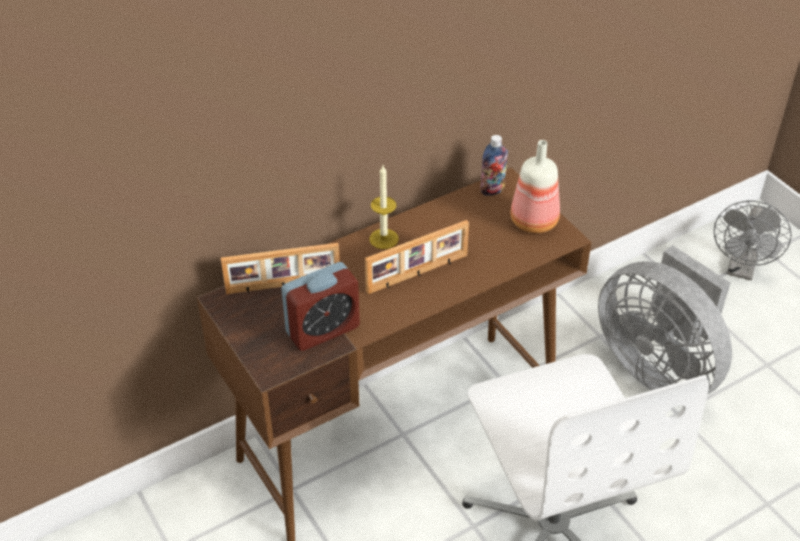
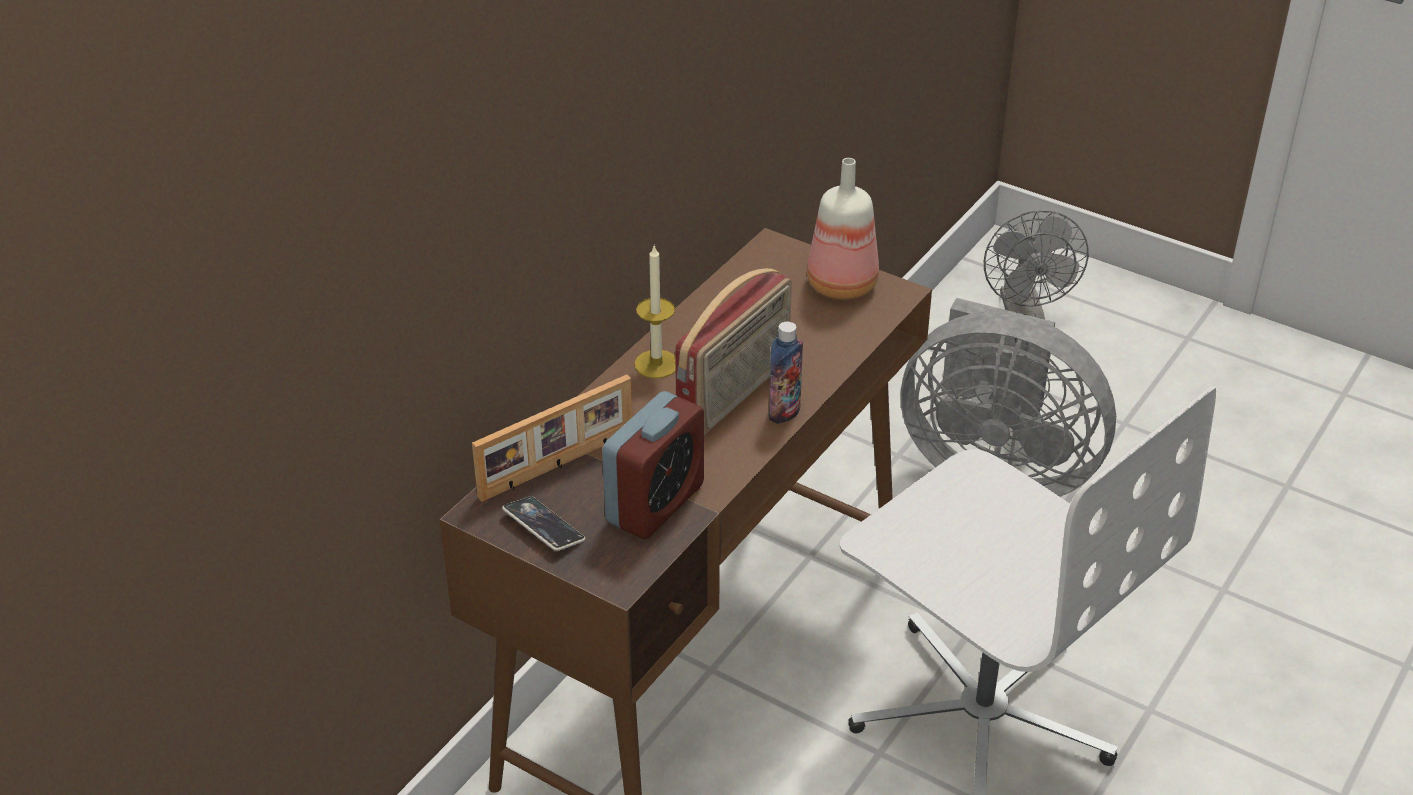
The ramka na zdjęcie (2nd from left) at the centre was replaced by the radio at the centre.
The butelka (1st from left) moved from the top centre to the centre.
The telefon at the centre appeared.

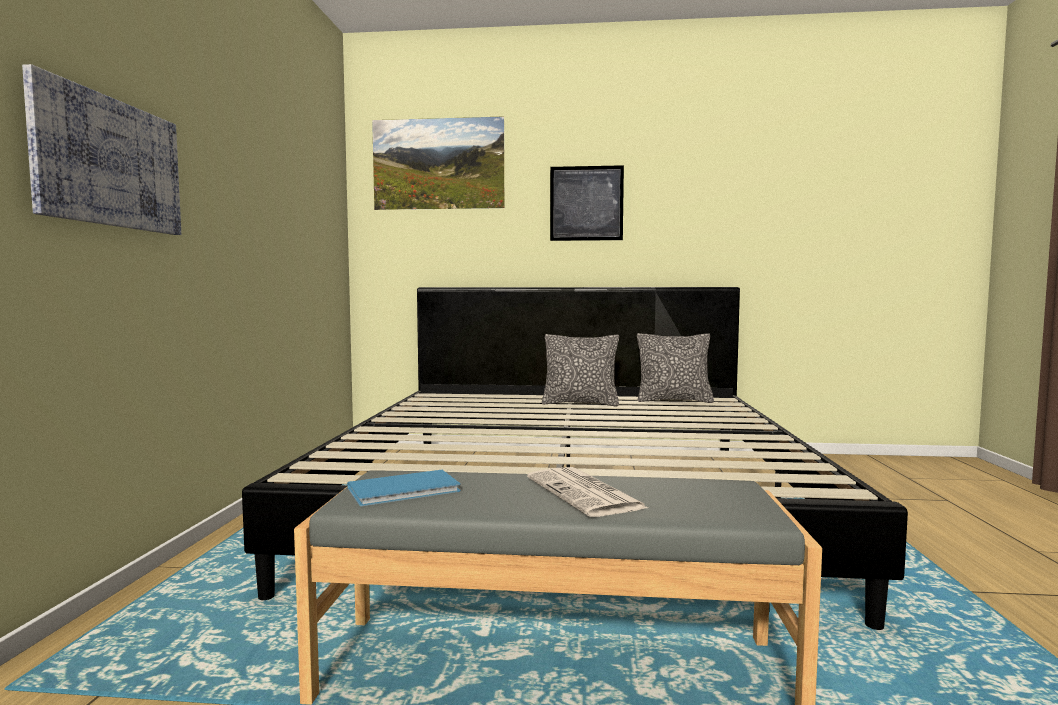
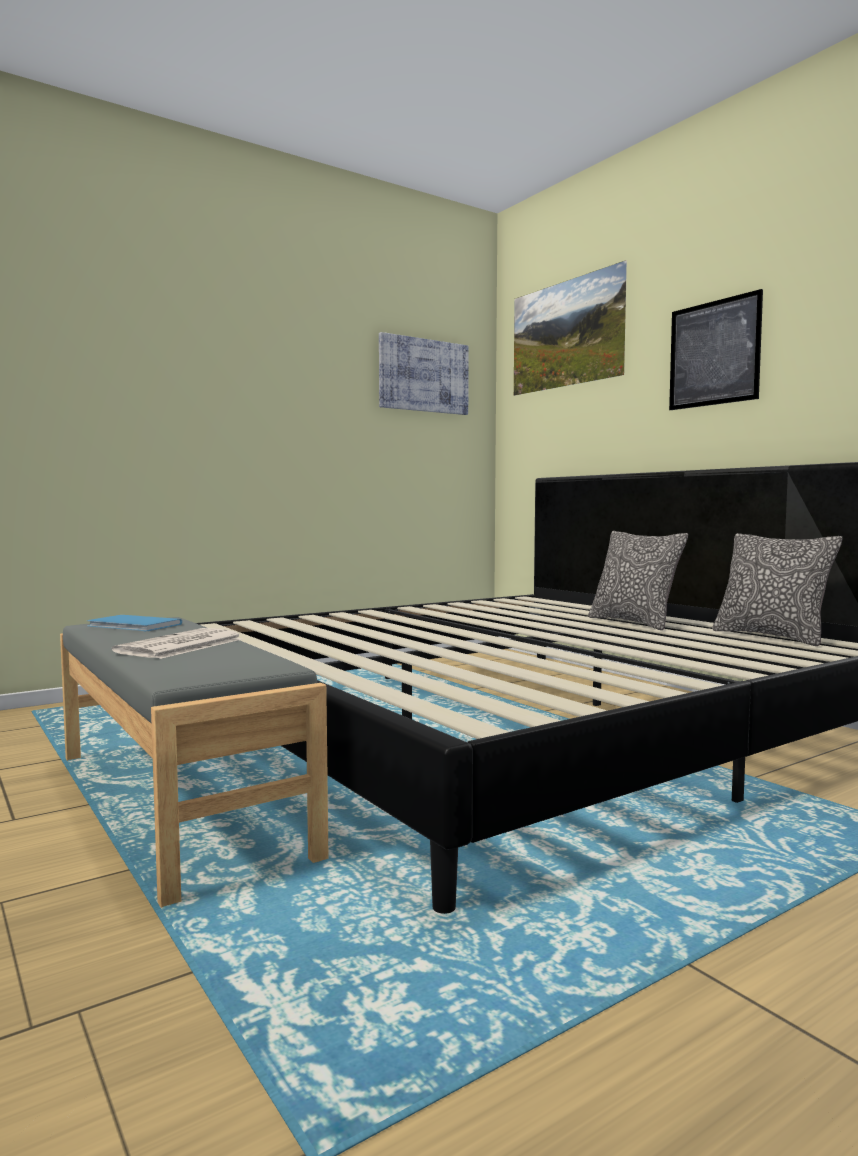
The obraz (1st from left) moved from the top left to the top centre.

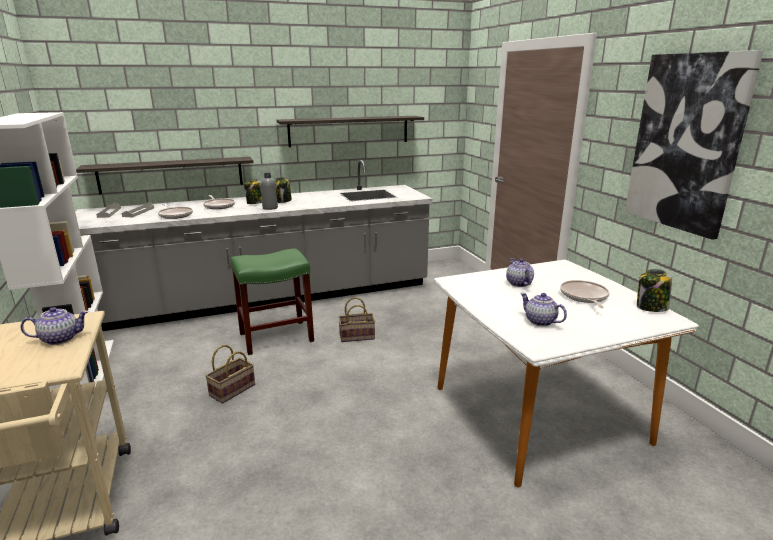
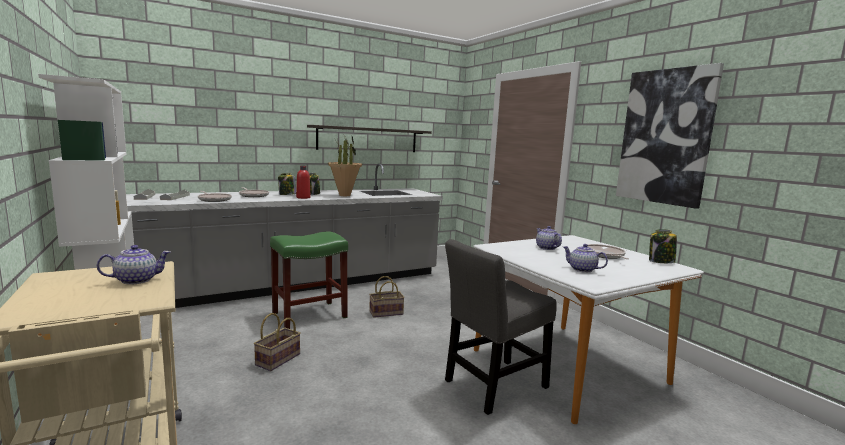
The półka (1st from left) at the top left disappeared.
The butelka (szary) at the centre became the butelka (czerwony) at the centre.
The roślina doniczkowa at the centre appeared.
The krzesło (szary) at the bottom centre appeared.

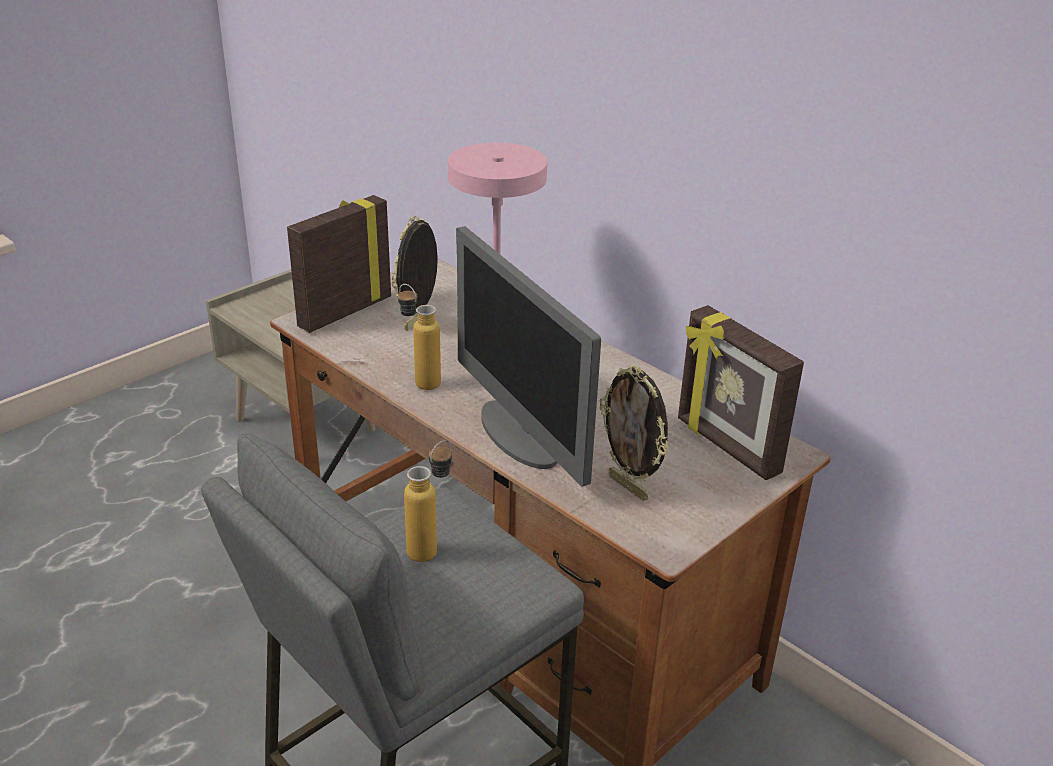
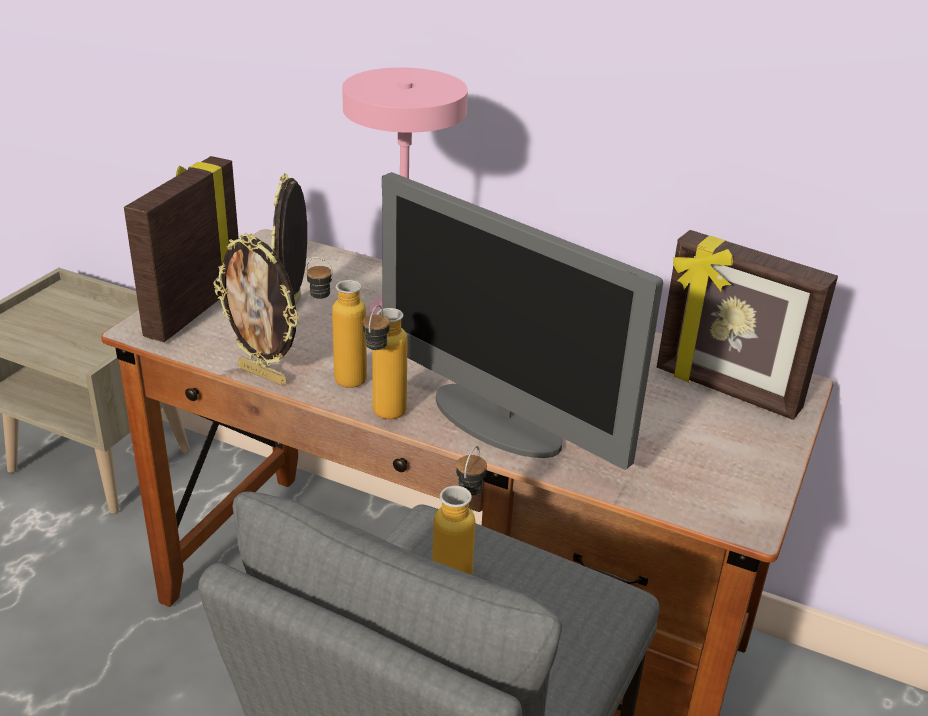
The ramka na zdjęcie (3rd from left in the first image) moved from the centre to the middle left.
The butelka (2nd from left) at the centre appeared.

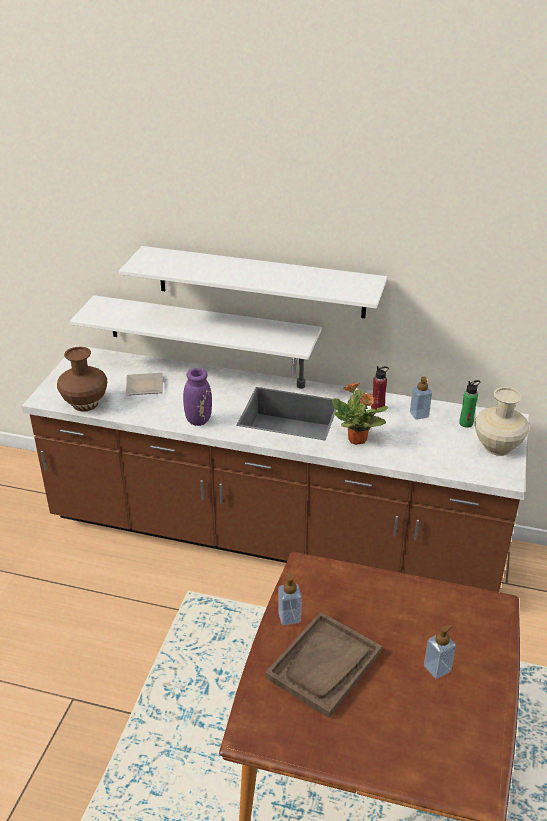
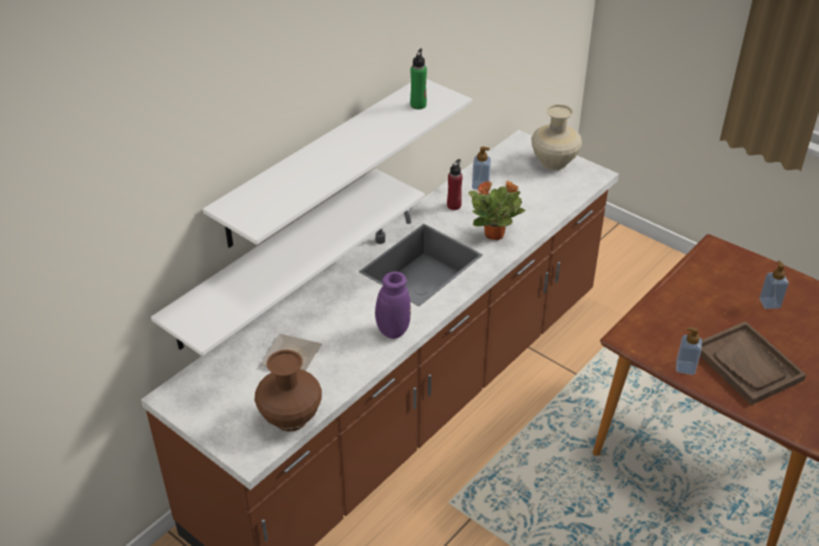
The butelka (zielony) moved from the middle right to the top centre.

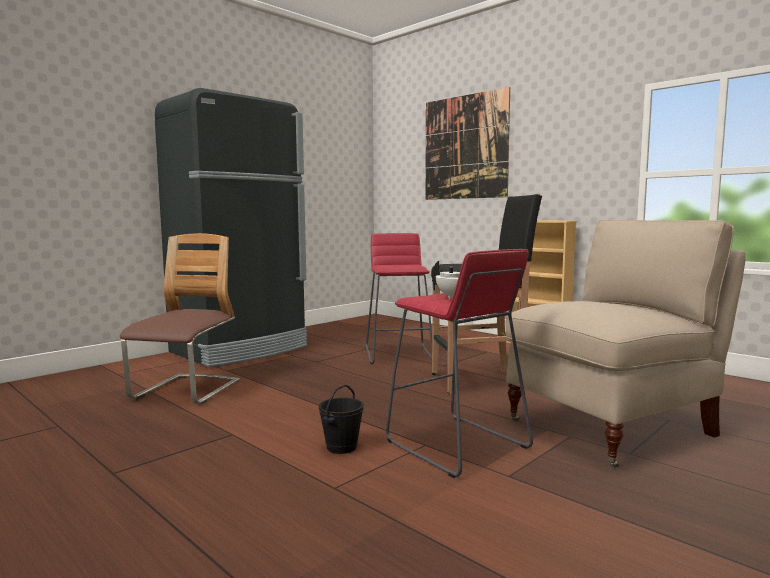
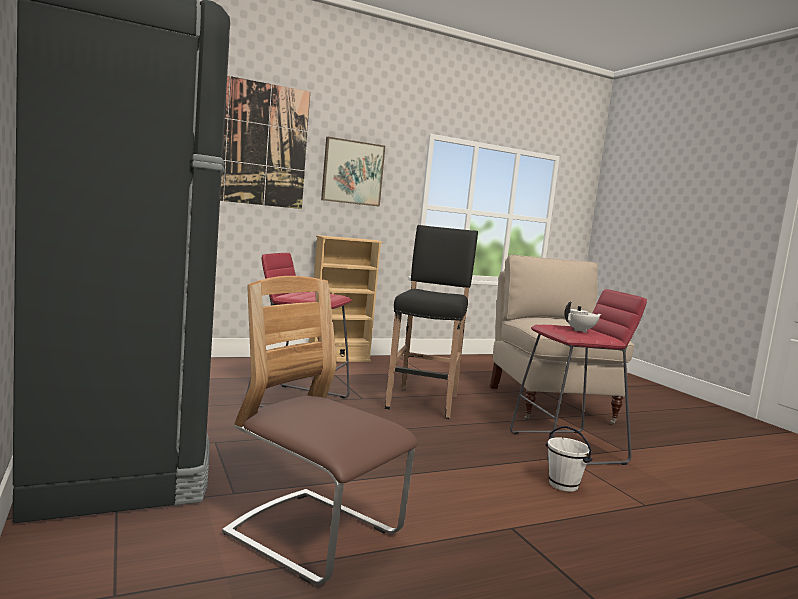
The wiadro (czarny) at the bottom centre became the wiadro (biały) at the bottom right.
The obraz (2nd from left) at the top centre appeared.

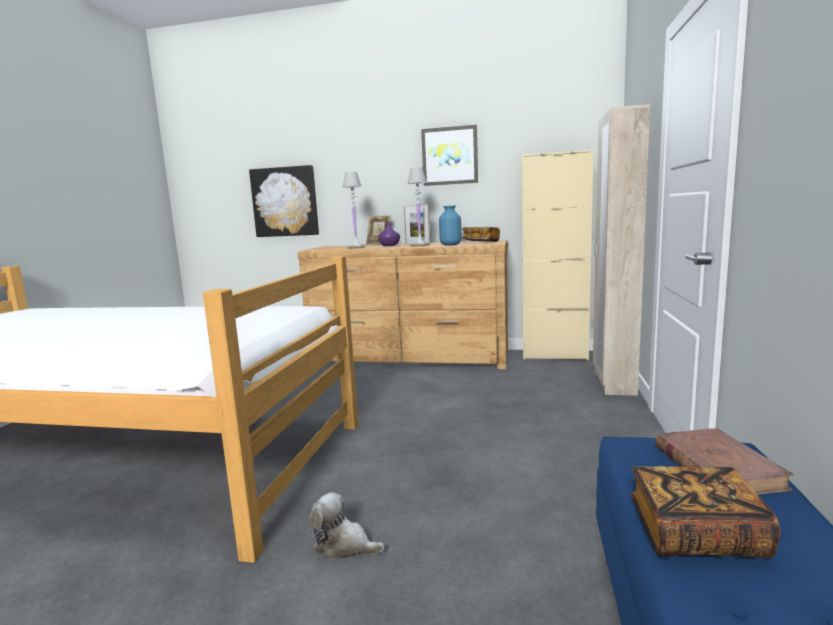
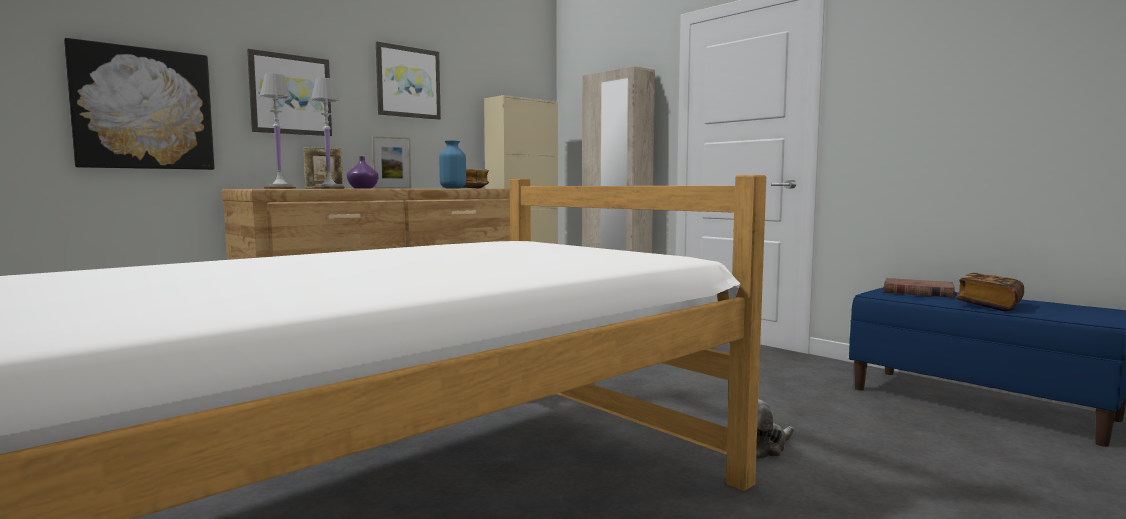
The lampa stołowa (biały) (2nd from left in the first image) moved from the top centre to the top left.
The obraz (2nd from left) at the top left appeared.

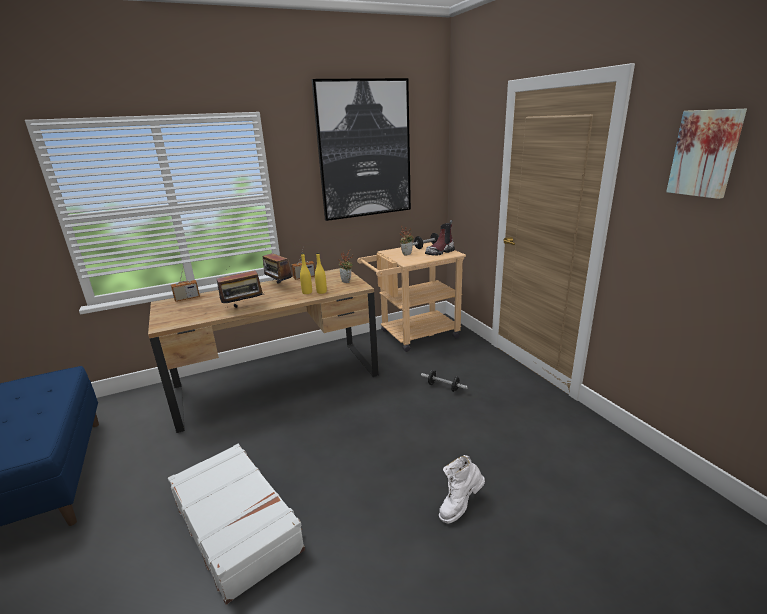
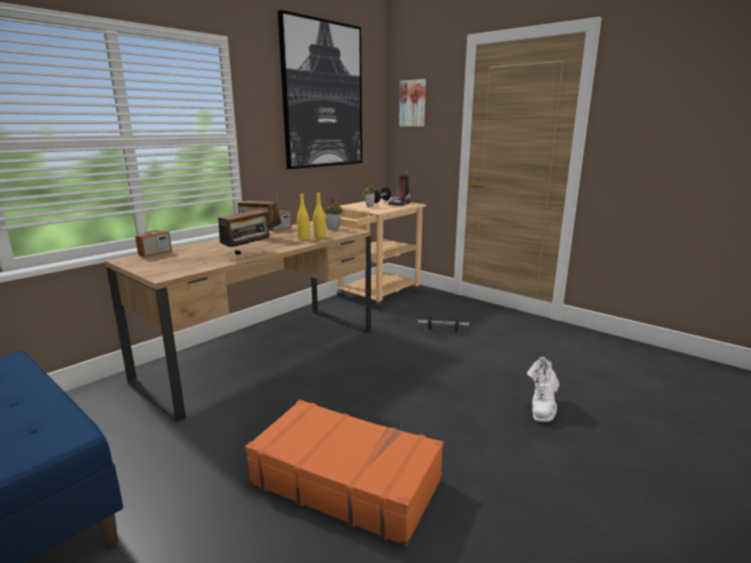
The walizka (biały) at the bottom left became the walizka (pomarańczowy) at the bottom centre.
The obraz (2nd from left) moved from the top right to the top centre.

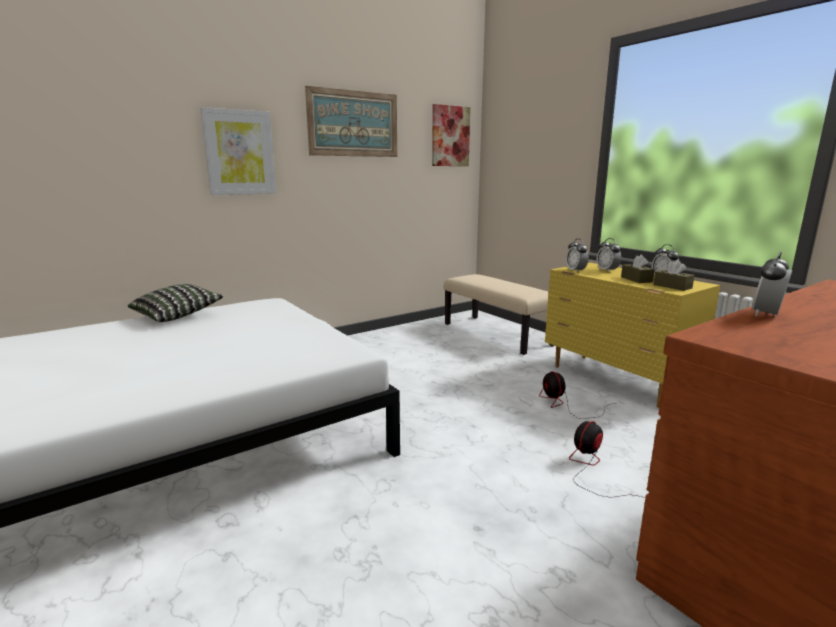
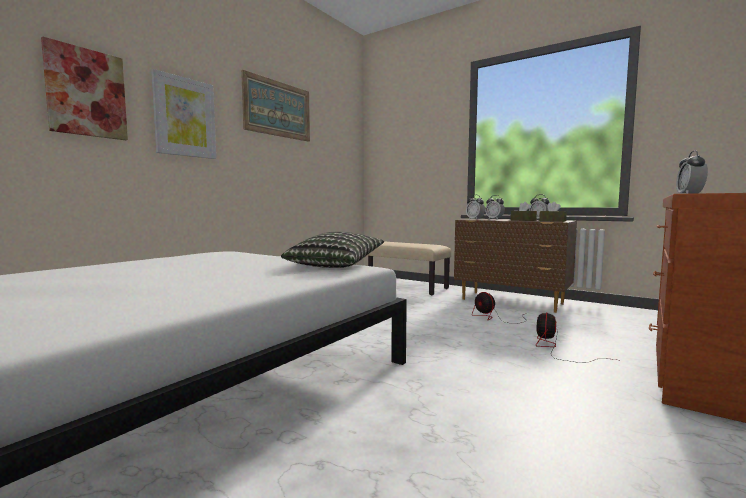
The poduszka moved from the middle left to the centre.
The obraz (3rd from left in the first image) moved from the top centre to the top left.
The komoda (żółty) at the middle right became the komoda (brązowy) at the middle right.

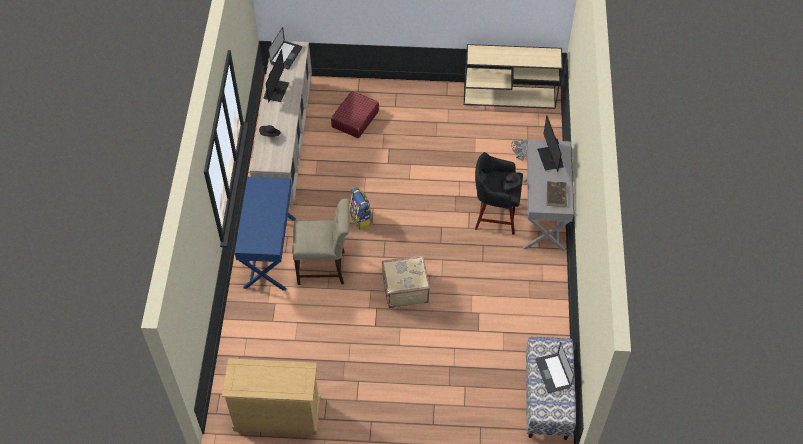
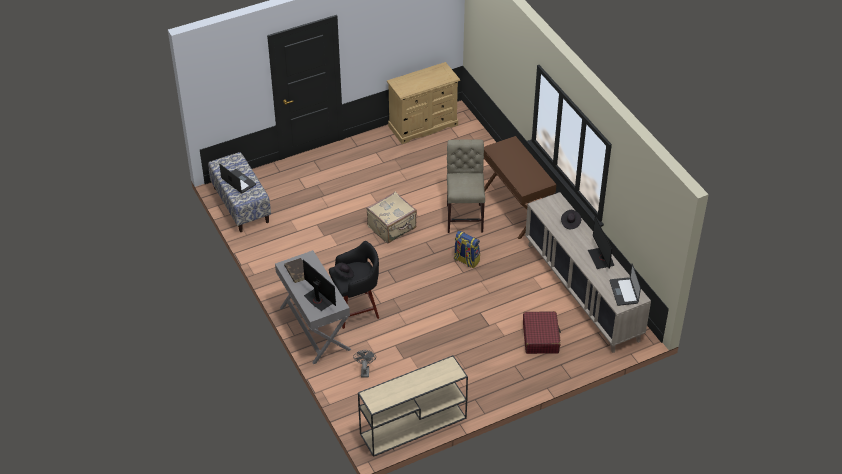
The biurko (niebieski) at the middle left became the biurko (brązowy) at the centre.
The krzesło (beżowy) at the centre turned 120 degrees clockwise.

